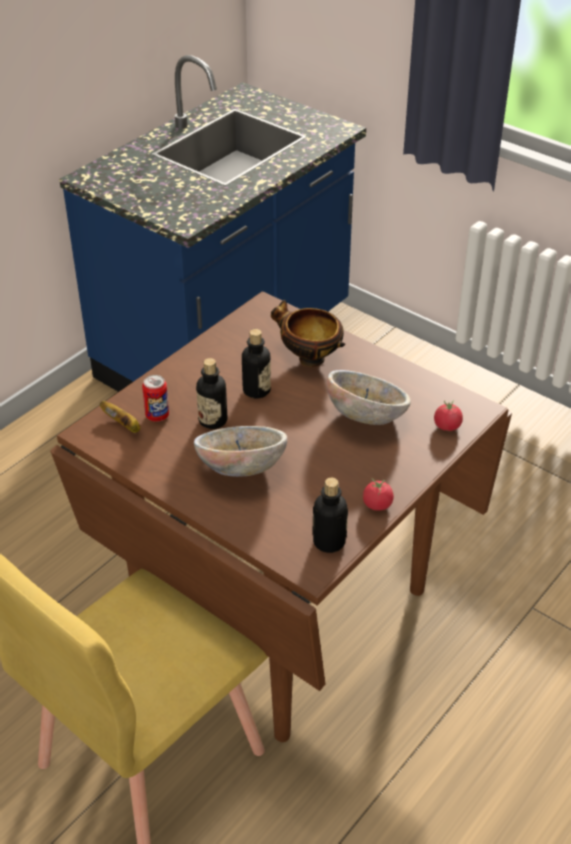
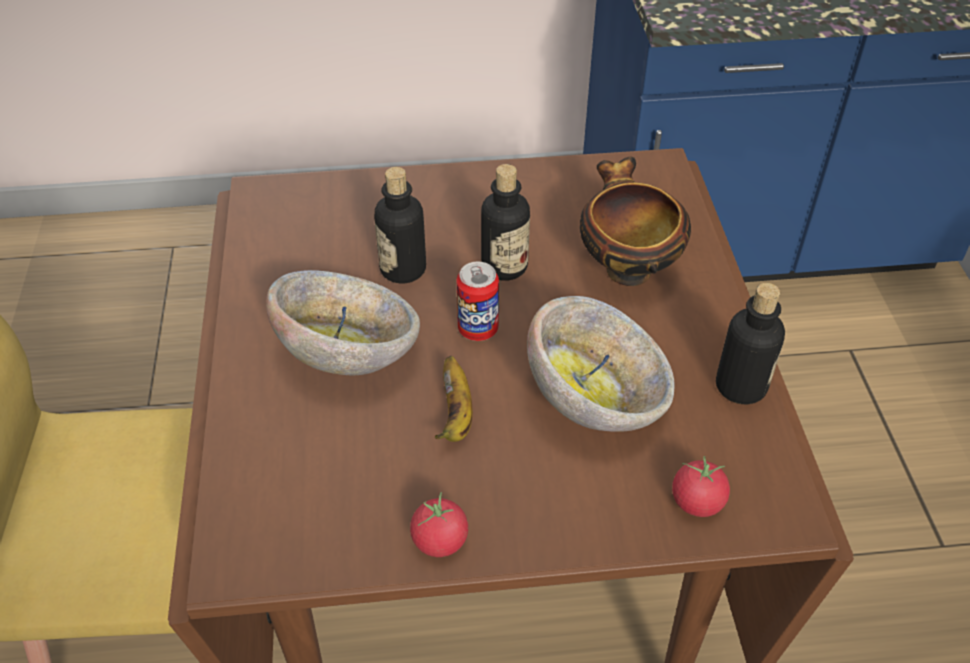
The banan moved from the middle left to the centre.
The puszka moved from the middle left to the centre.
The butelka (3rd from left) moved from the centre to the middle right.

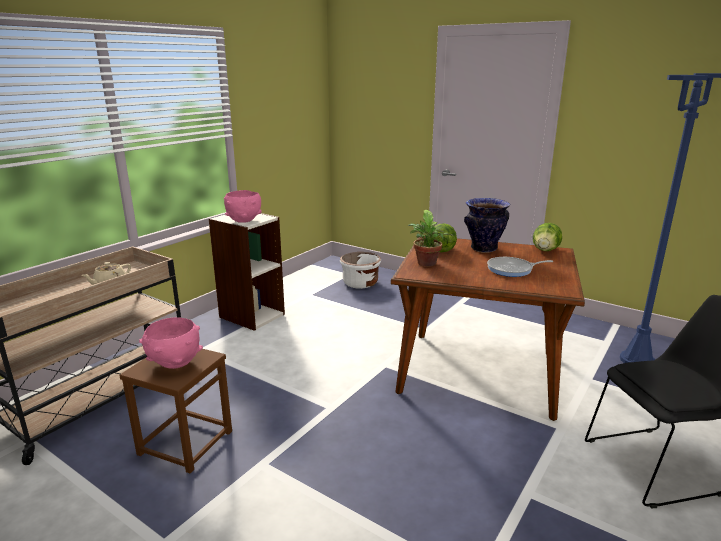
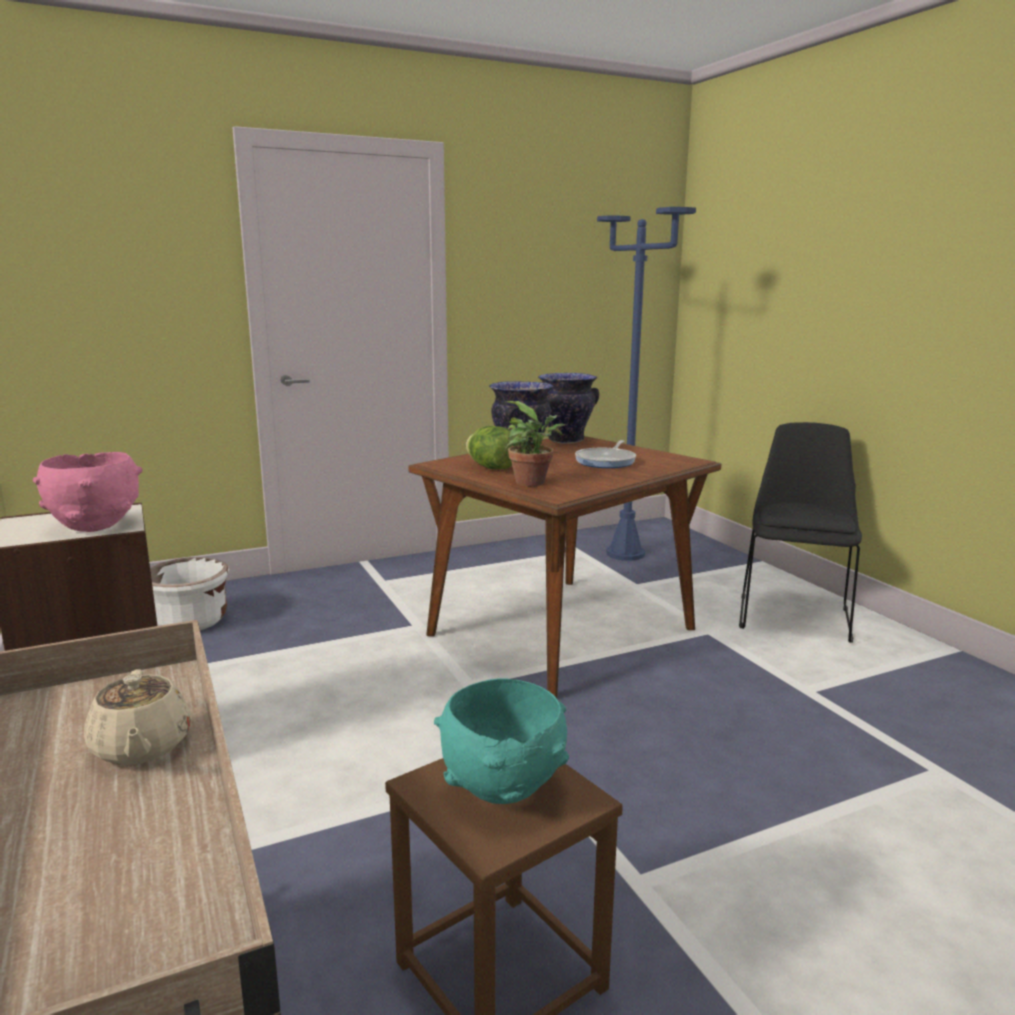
The miska (różowy) (1st from left) at the middle left became the miska (turkusowy) at the bottom centre.
The sałata (2nd from left) at the middle right was replaced by the wazon (2nd from left) at the centre.

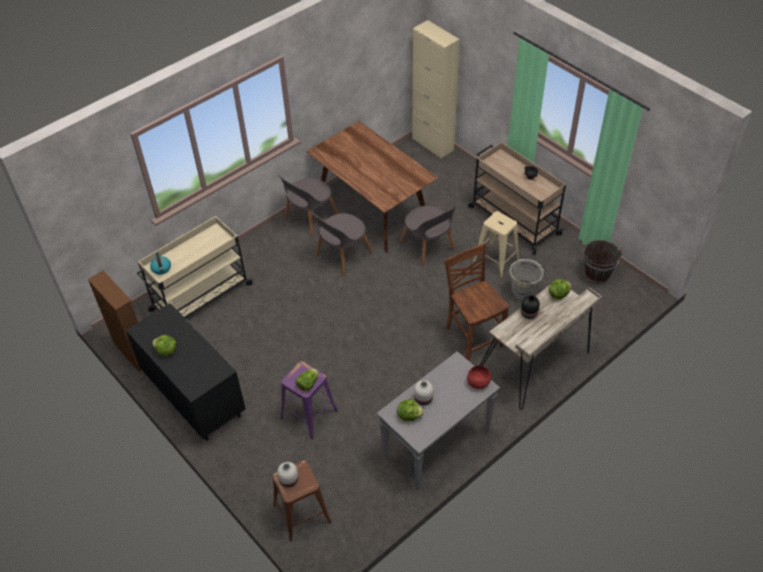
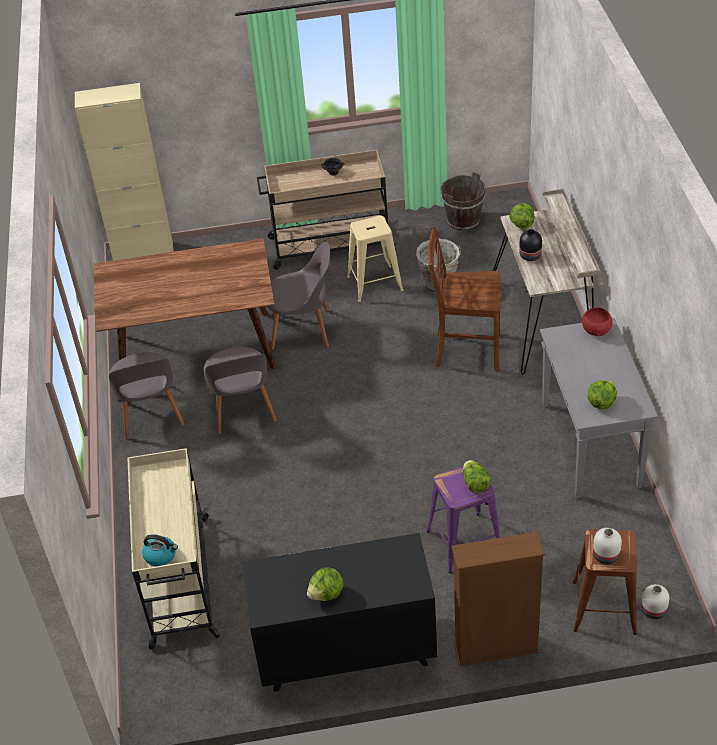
The regał (brązowy) moved from the middle left to the bottom right.
The wazon (biały) (2nd from left) moved from the bottom centre to the bottom right.

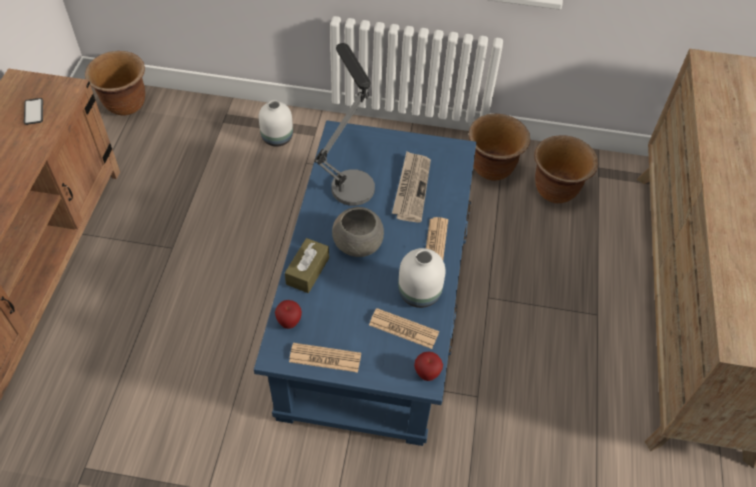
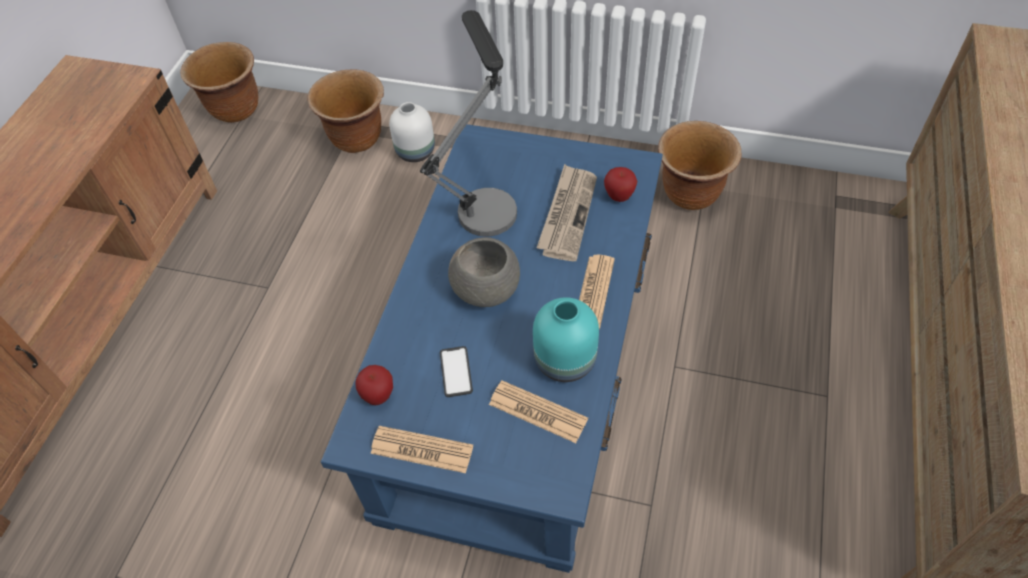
The telefon moved from the top left to the centre.
The pudełko chusteczek (brązowy) at the centre disappeared.
The wazon (biały) (2nd from left) at the centre became the wazon (turkusowy) at the centre.
The jabłko (2nd from left) moved from the bottom centre to the top centre.
The donica (brązowy) (3rd from left in the first image) moved from the middle right to the top centre.

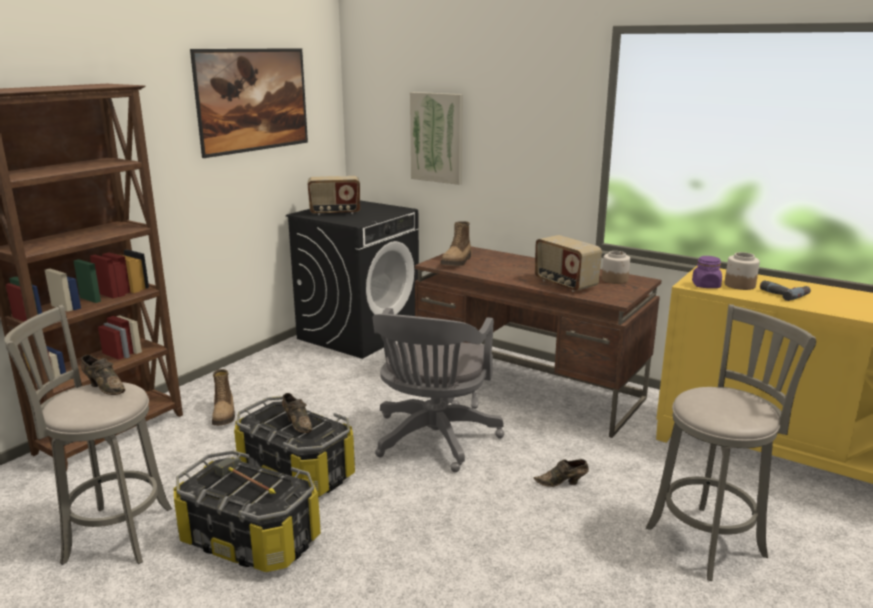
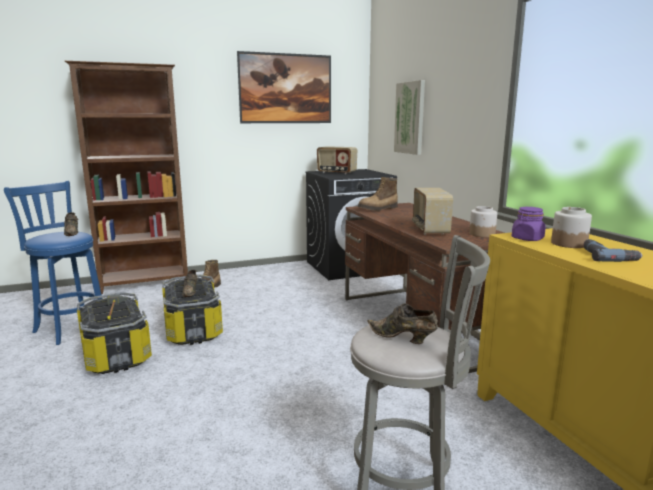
The stołek (szary) (1st from left) at the bottom left became the stołek (niebieski) at the middle left.
The krzesło biurowe (szary) at the centre disappeared.
The but (brązowy) (3rd from left) moved from the bottom centre to the centre.

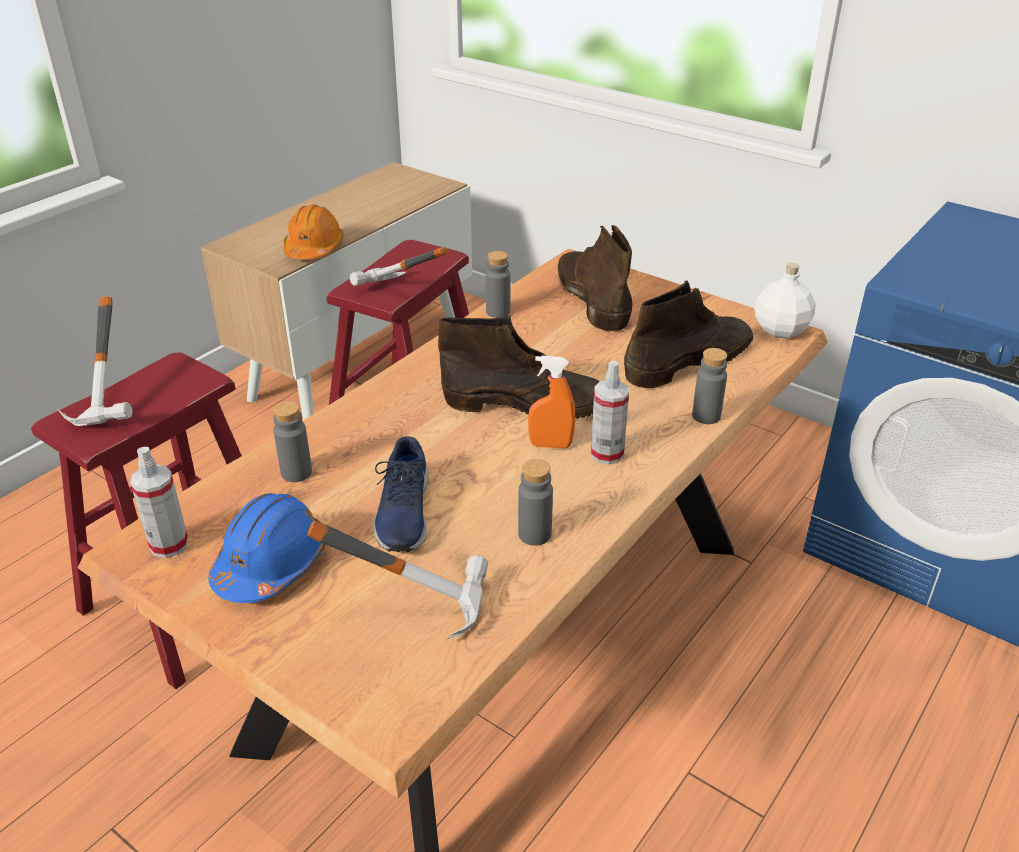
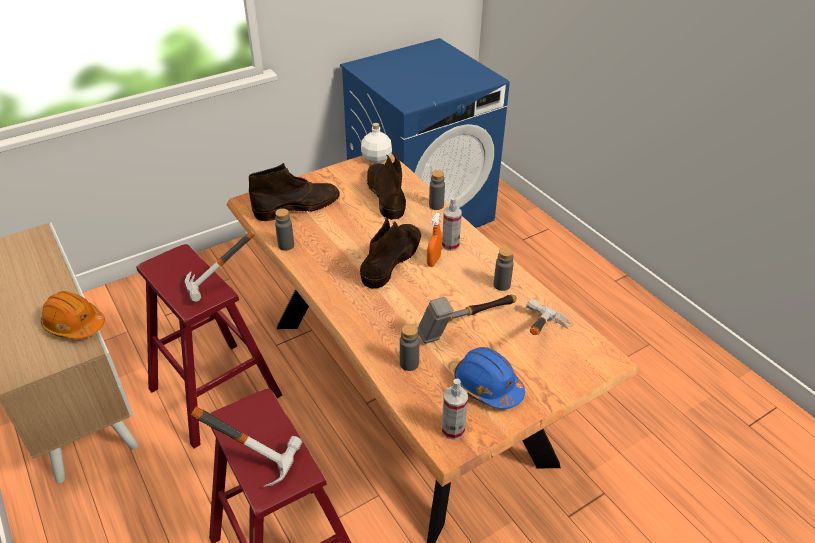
The but (niebieski) at the centre was replaced by the młotek (3rd from left) at the centre.
The but z cholewką (brązowy) (2nd from left in the first image) at the top centre turned 150 degrees clockwise.

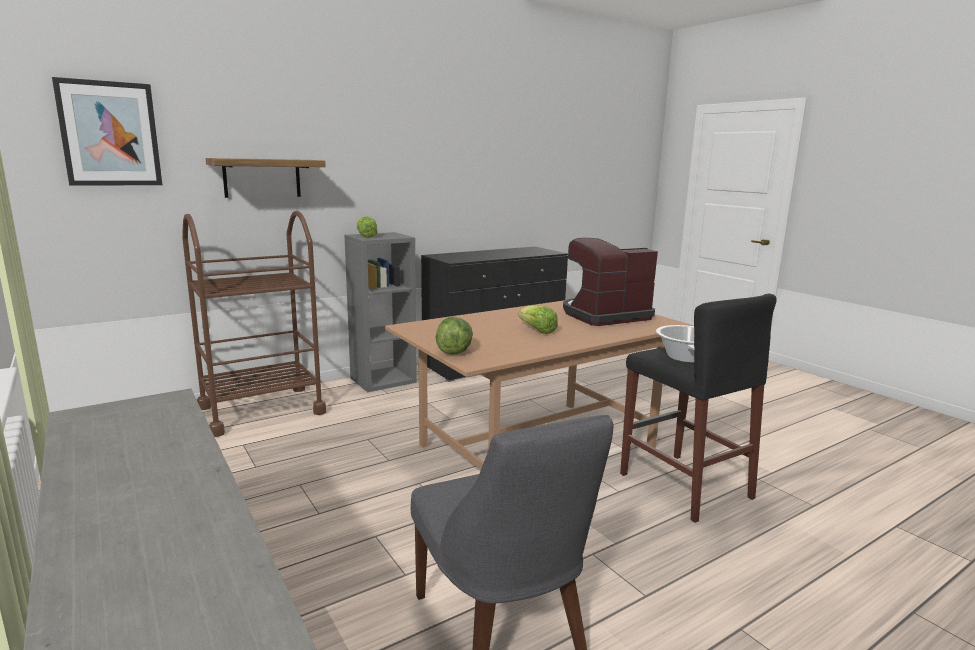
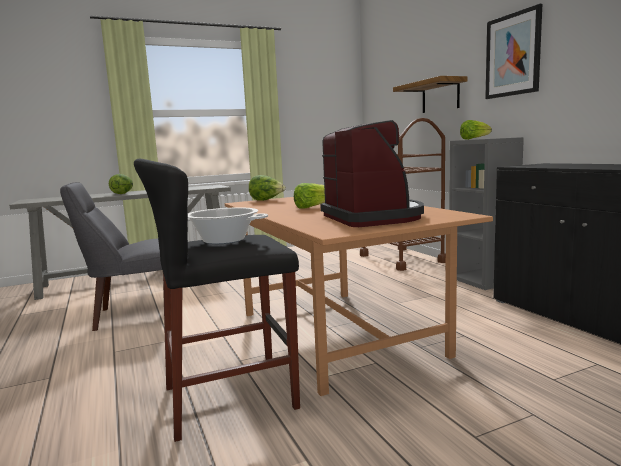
The obraz moved from the top left to the top right.
The sałata (1st from left) at the middle left appeared.

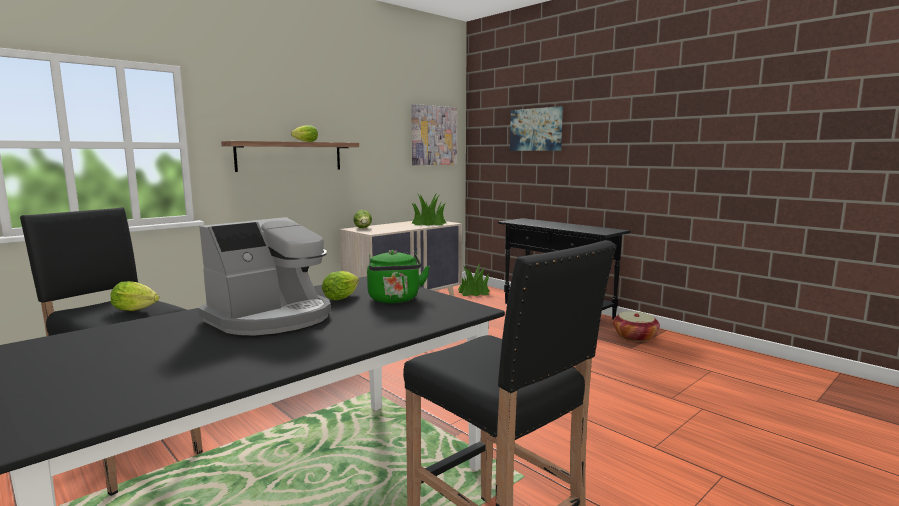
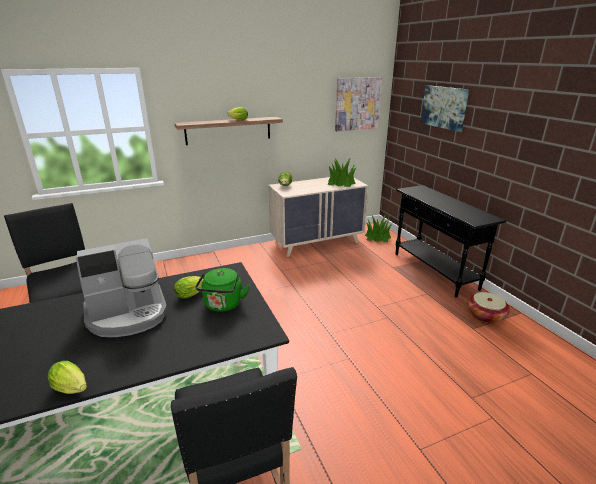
The sałata (1st from left) moved from the middle left to the bottom left.

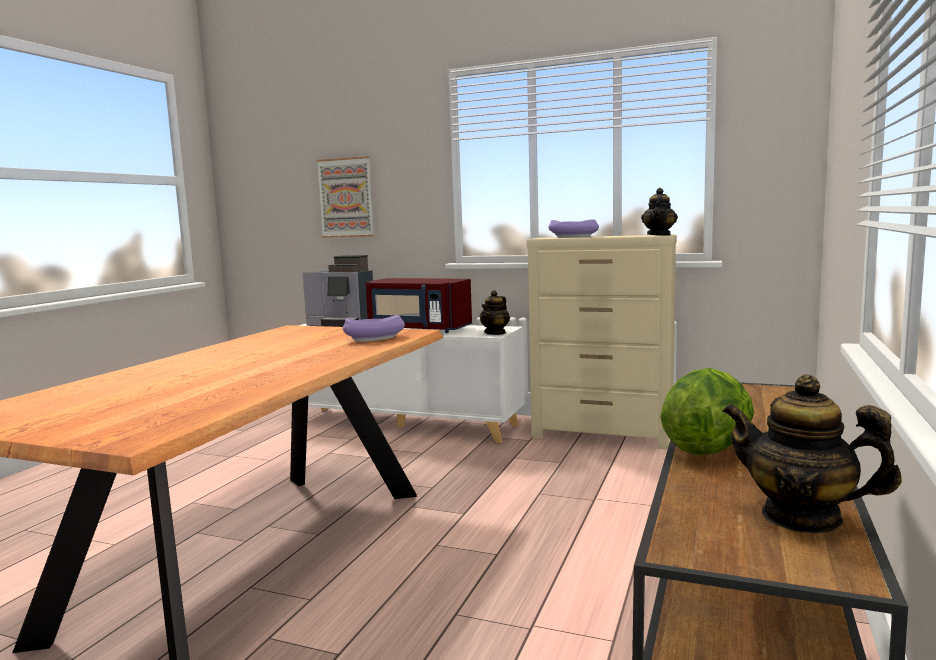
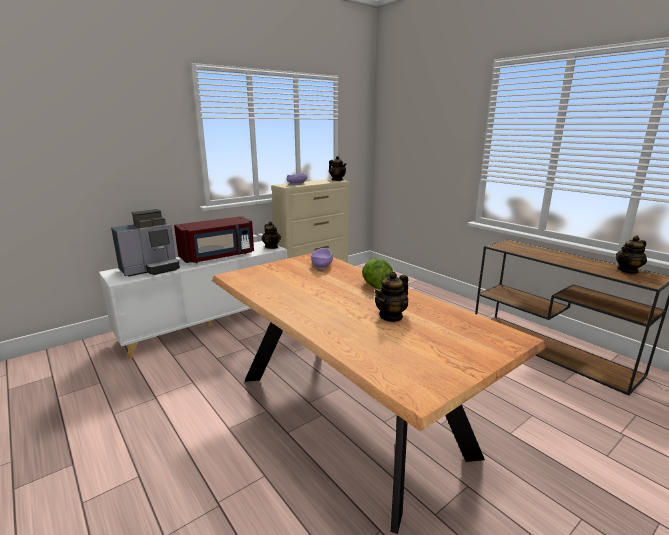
The obraz at the top centre disappeared.
The sałata moved from the middle right to the centre.
The imbryk (3rd from left) at the centre appeared.

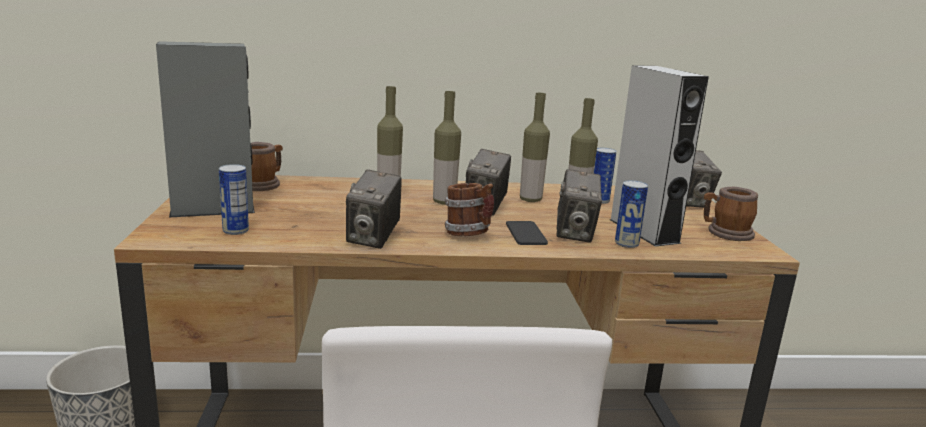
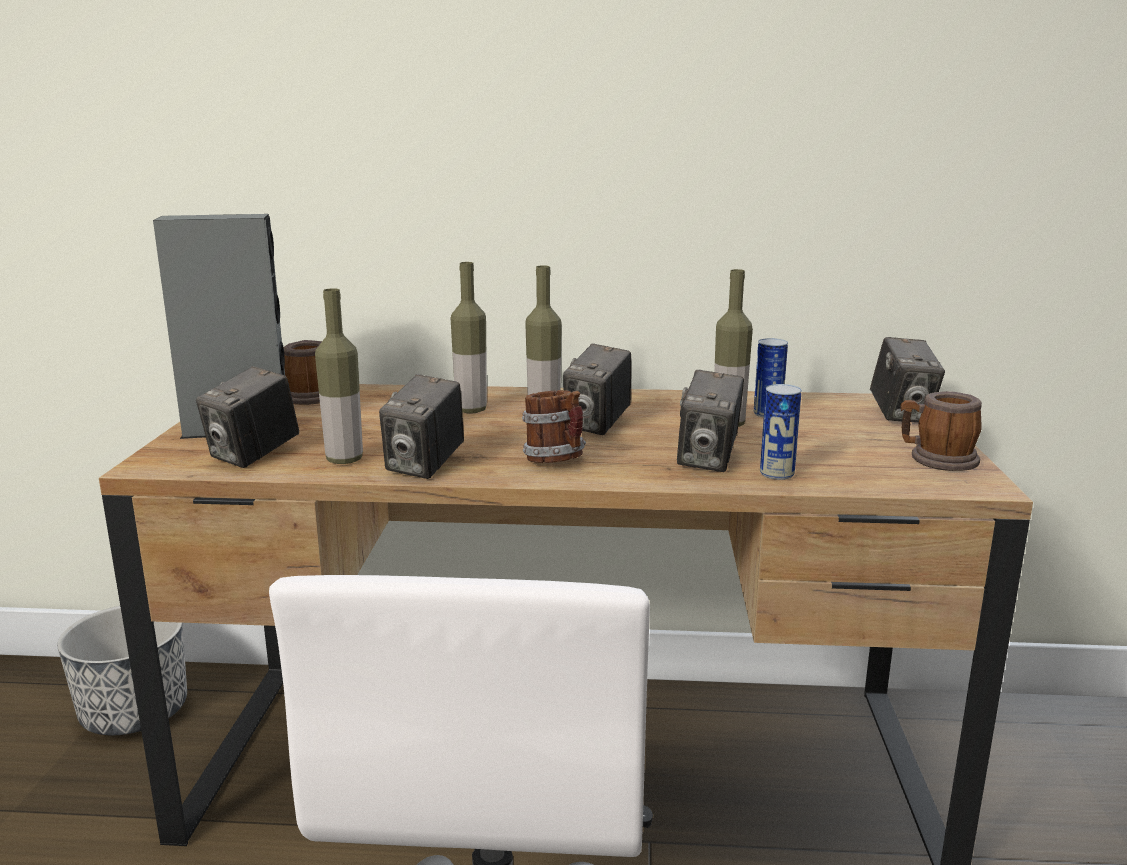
The puszka (1st from left) at the middle left was replaced by the aparat fotograficzny (1st from left) at the middle left.
The telefon at the centre disappeared.
The butelka (3rd from left in the first image) moved from the centre to the middle left.
The głośnik (szary) (2nd from left) at the middle right disappeared.

